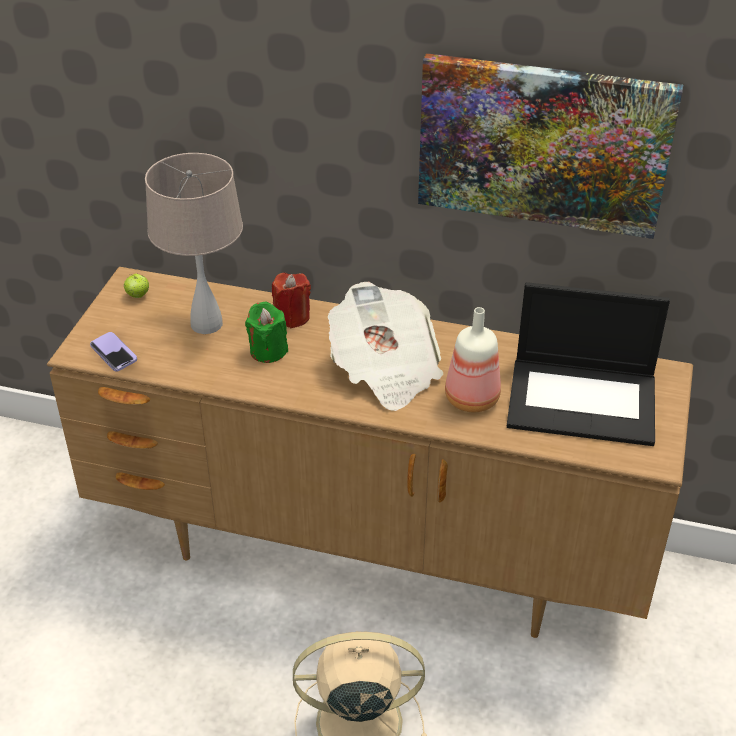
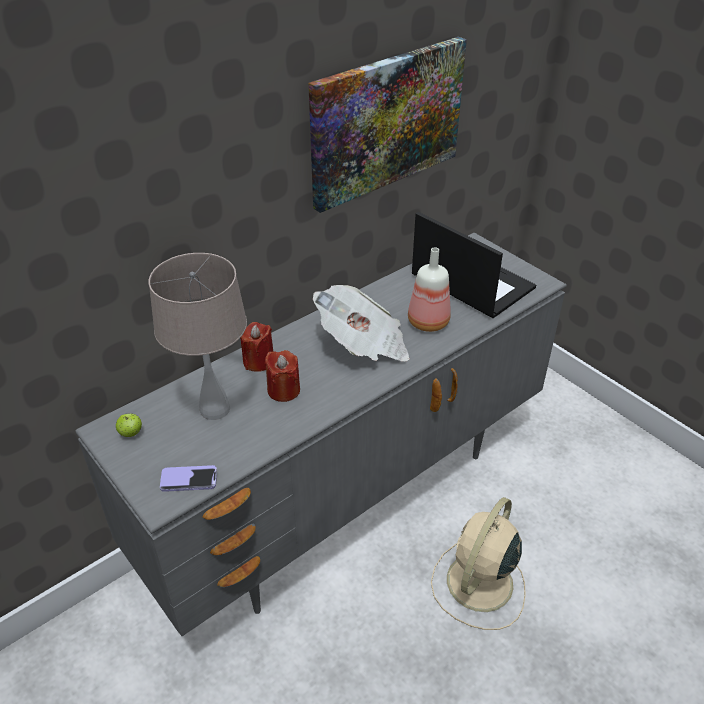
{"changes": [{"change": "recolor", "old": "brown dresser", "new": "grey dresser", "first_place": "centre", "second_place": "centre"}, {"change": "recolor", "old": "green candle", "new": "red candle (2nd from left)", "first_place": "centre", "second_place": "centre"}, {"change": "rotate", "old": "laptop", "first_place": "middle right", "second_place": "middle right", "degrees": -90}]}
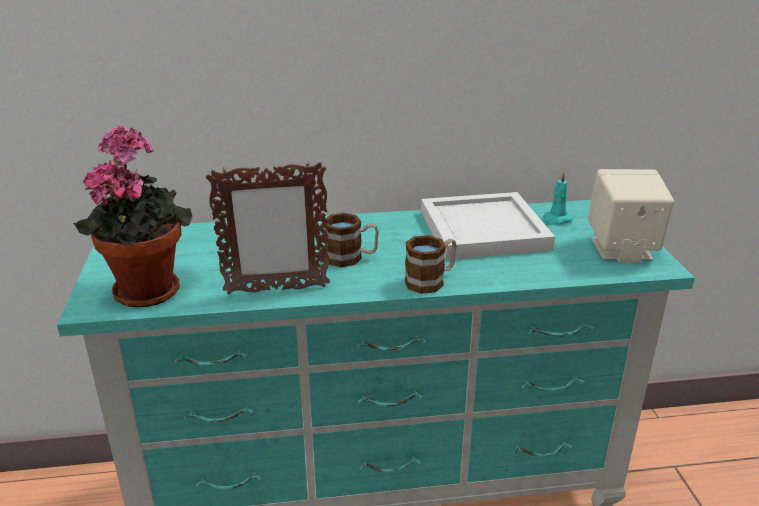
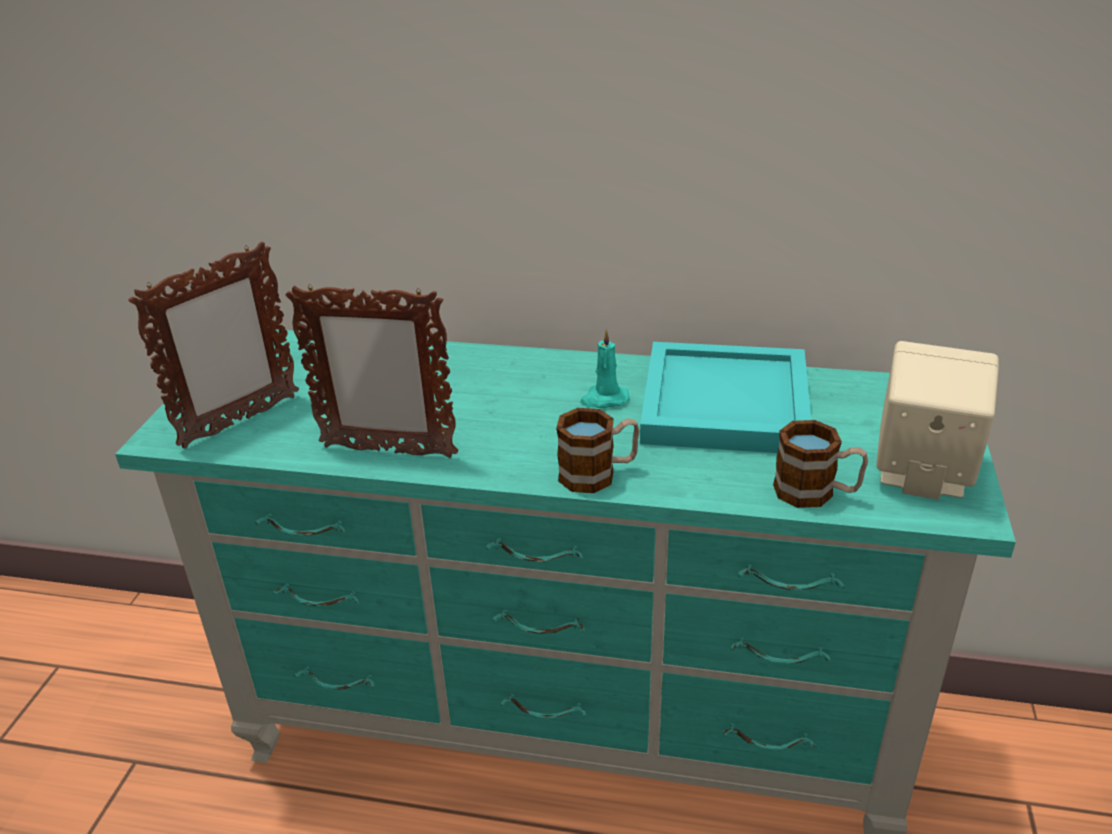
{"changes": [{"change": "replace", "old": "potted plant", "new": "picture frame (1st from left)", "first_place": "middle left", "second_place": "middle left"}, {"change": "move", "old": "turquoise candle", "first_place": "middle right", "second_place": "centre"}, {"change": "recolor", "old": "white tray", "new": "turquoise tray", "first_place": "centre", "second_place": "centre"}, {"change": "move", "old": "mug (1st from left in the first image)", "new": "mug (2nd from left)", "first_place": "centre", "second_place": "middle right"}]}
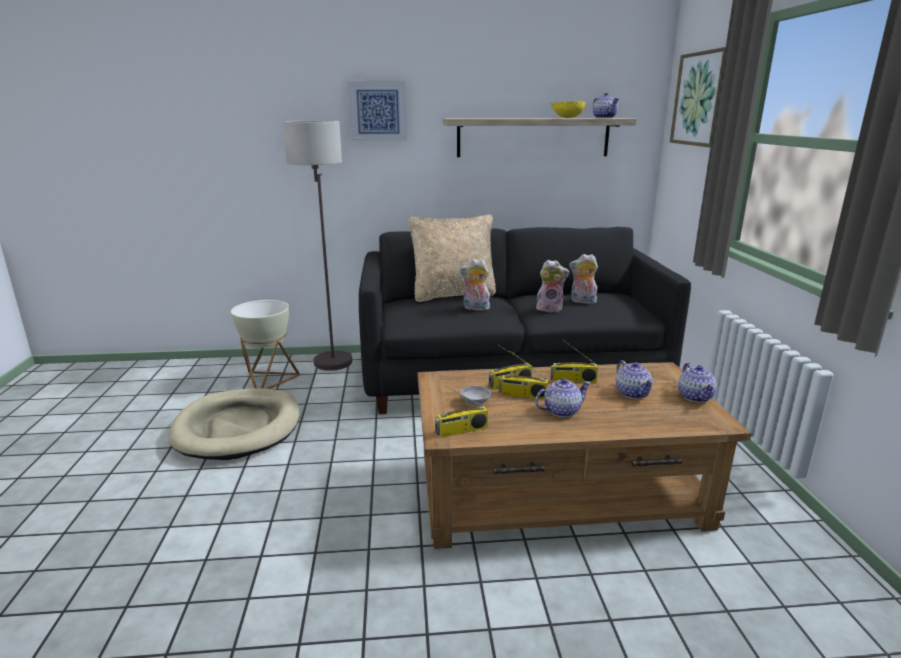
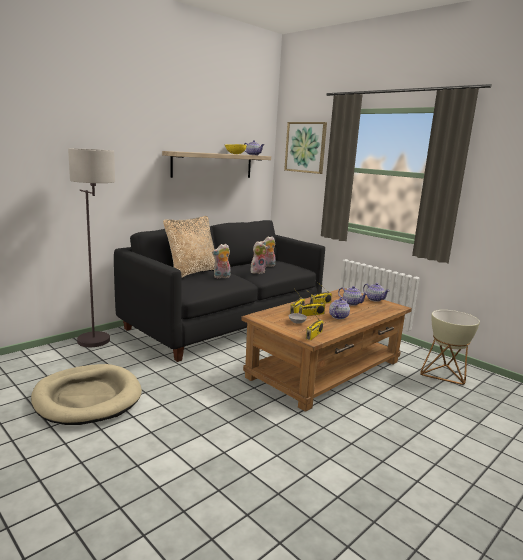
{"changes": [{"change": "move", "old": "planter", "first_place": "middle left", "second_place": "middle right"}, {"change": "delete", "old": "picture (1st from left)", "first_place": "top centre"}]}
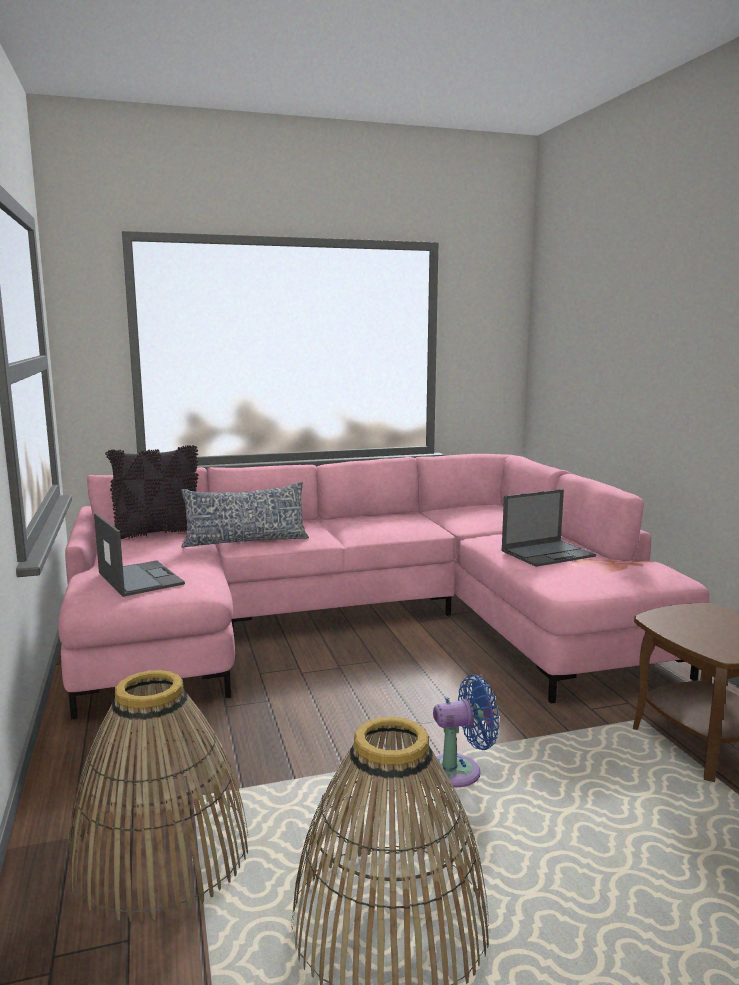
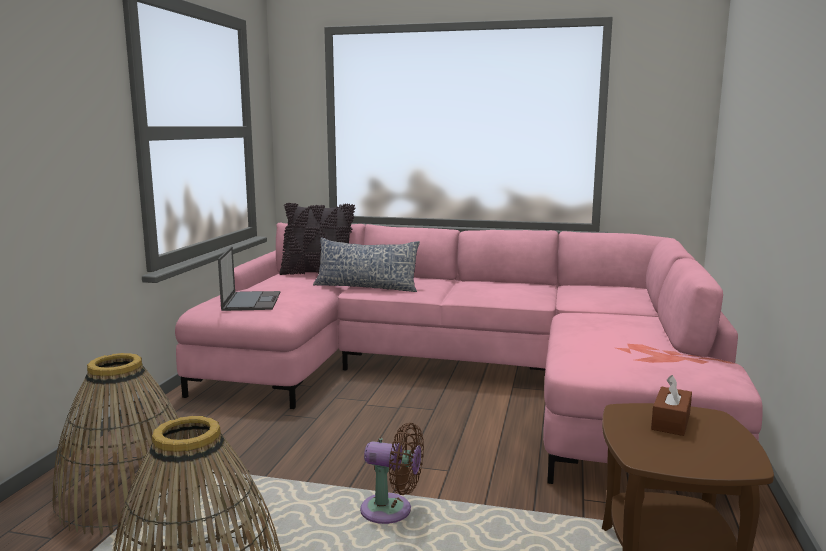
{"changes": [{"change": "recolor", "old": "blue fan", "new": "brown fan", "first_place": "bottom centre", "second_place": "bottom centre"}, {"change": "insert", "new": "brown tissue box", "second_place": "bottom right"}, {"change": "delete", "old": "laptop (2nd from left)", "first_place": "middle right"}]}
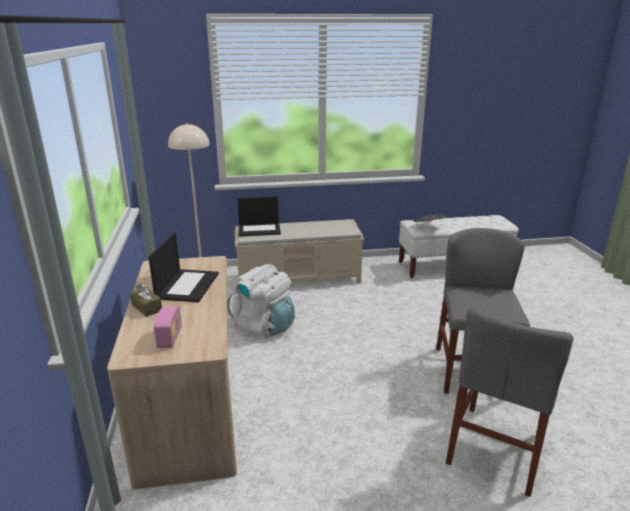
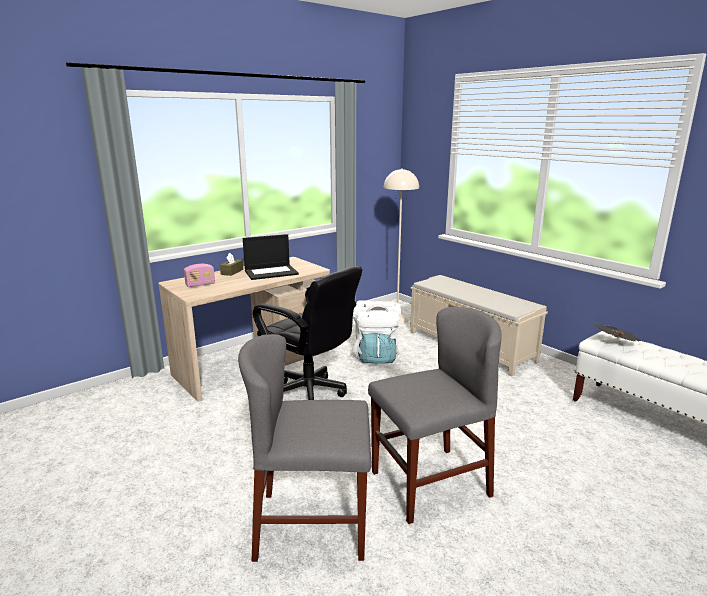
{"changes": [{"change": "insert", "new": "black office chair", "second_place": "centre"}, {"change": "delete", "old": "laptop (2nd from left)", "first_place": "centre"}]}
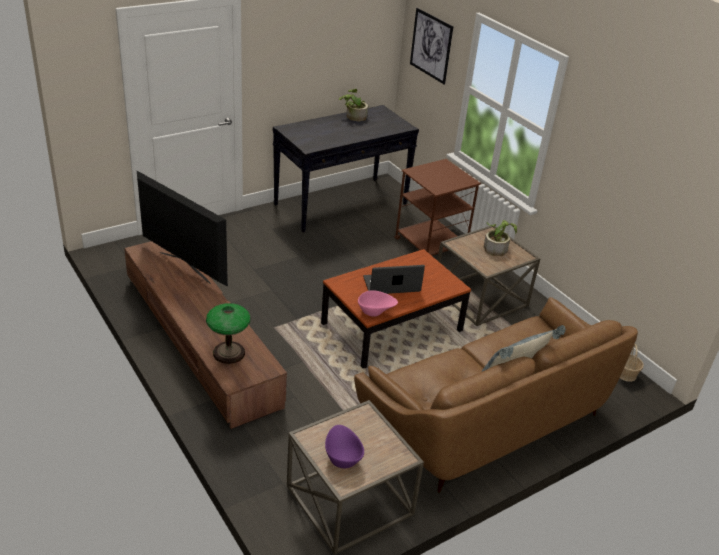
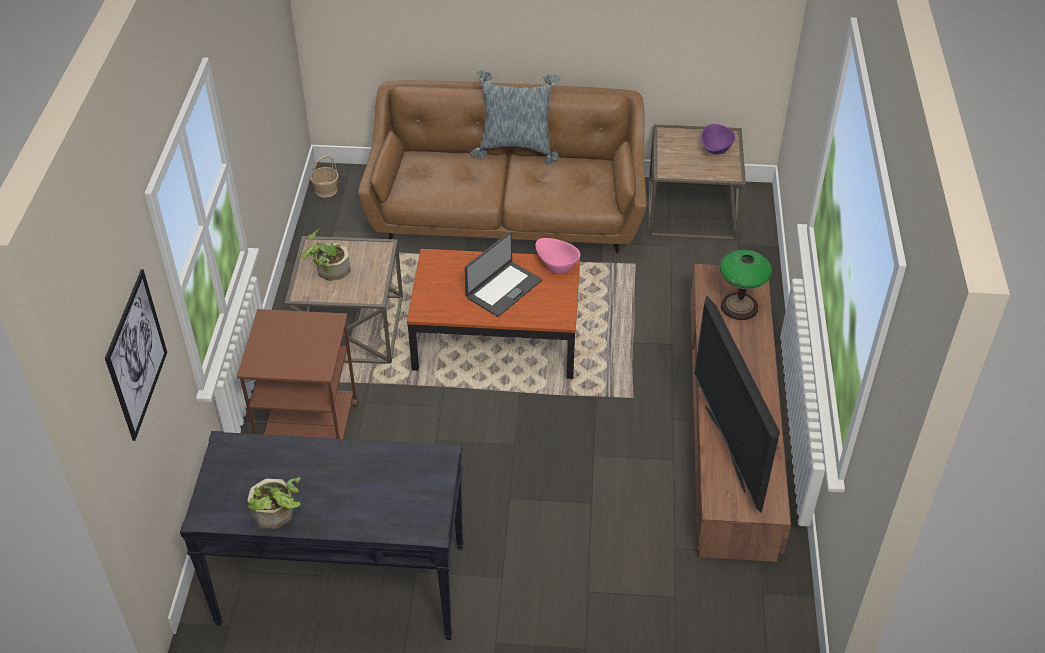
{"changes": [{"change": "rotate", "old": "laptop", "first_place": "centre", "second_place": "centre", "degrees": -75}]}
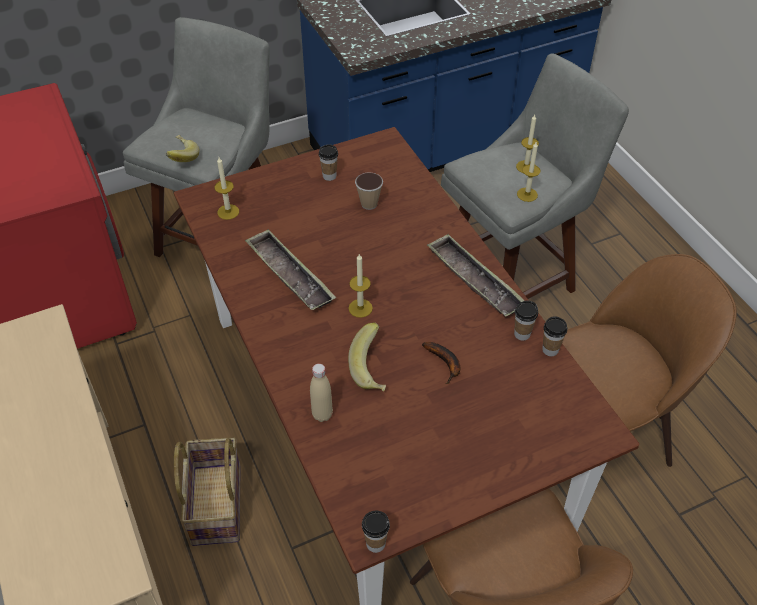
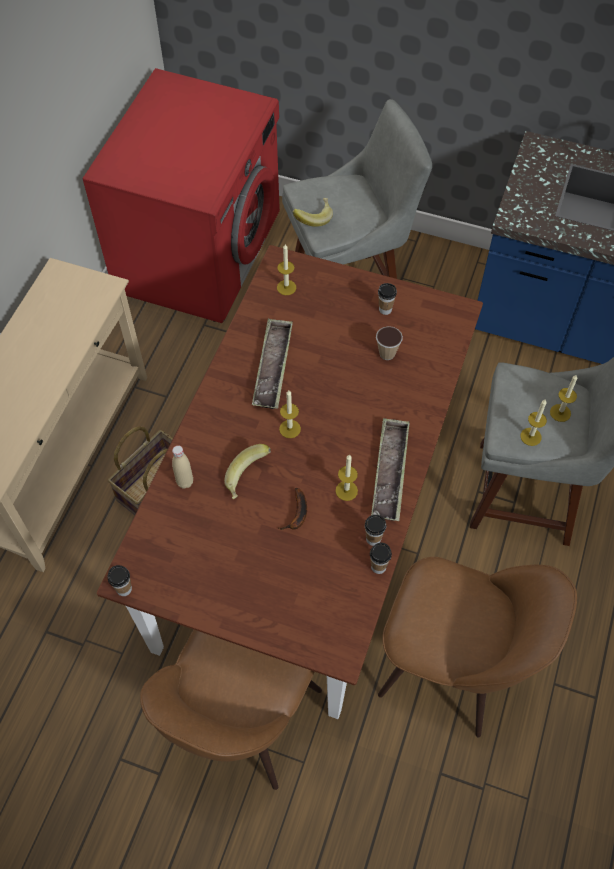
{"changes": [{"change": "insert", "new": "candle (3rd from left)", "second_place": "centre"}]}
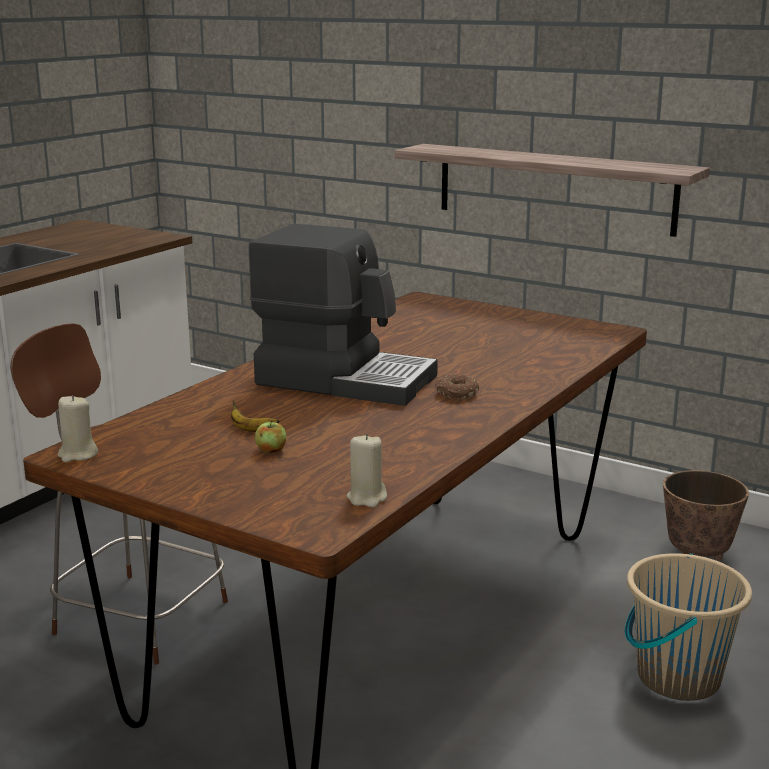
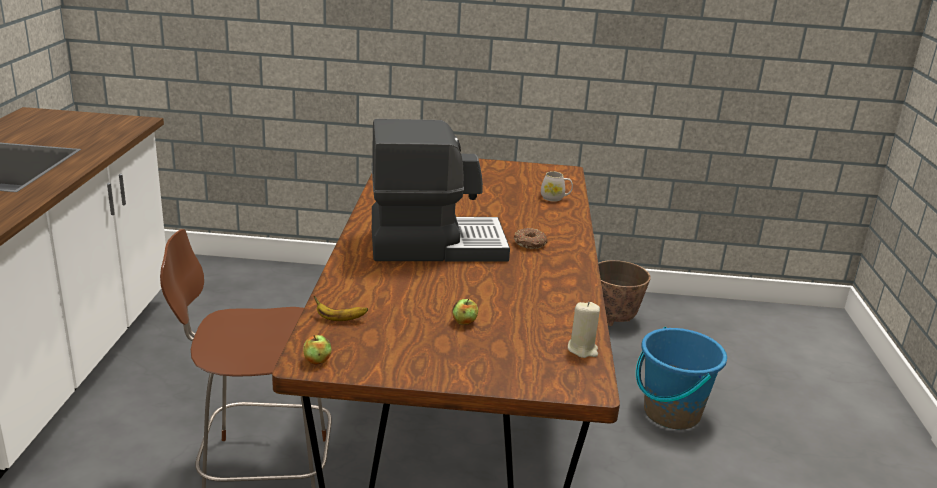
{"changes": [{"change": "replace", "old": "beige candle (1st from left)", "new": "apple (1st from left)", "first_place": "middle left", "second_place": "bottom centre"}, {"change": "move", "old": "banana", "first_place": "middle left", "second_place": "centre"}, {"change": "insert", "new": "white mug", "second_place": "centre"}, {"change": "recolor", "old": "beige bucket", "new": "blue bucket", "first_place": "bottom right", "second_place": "bottom right"}, {"change": "delete", "old": "shelf", "first_place": "top right"}]}
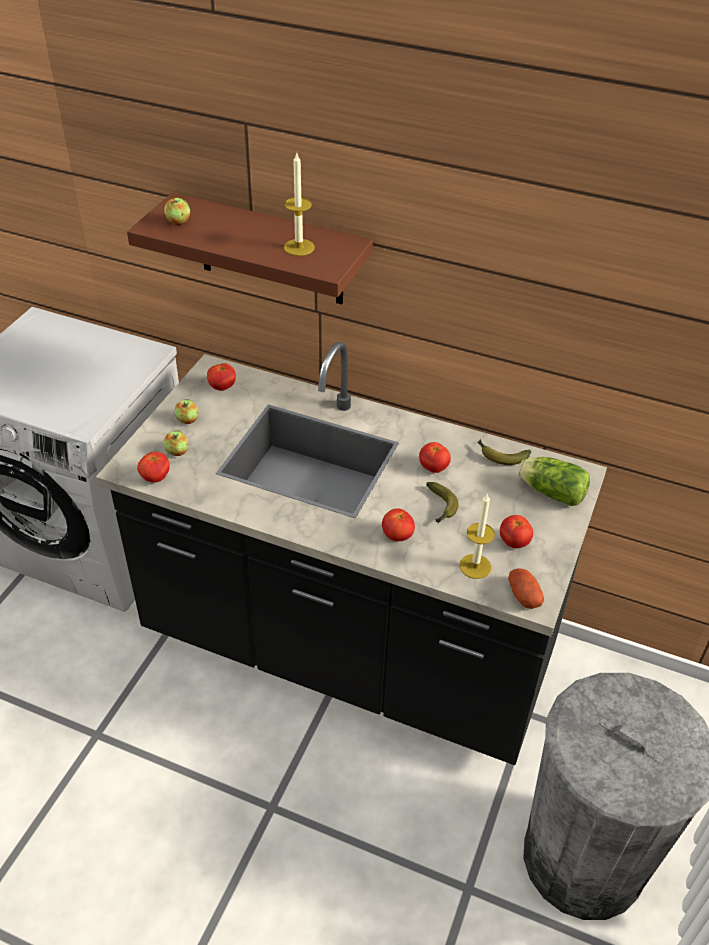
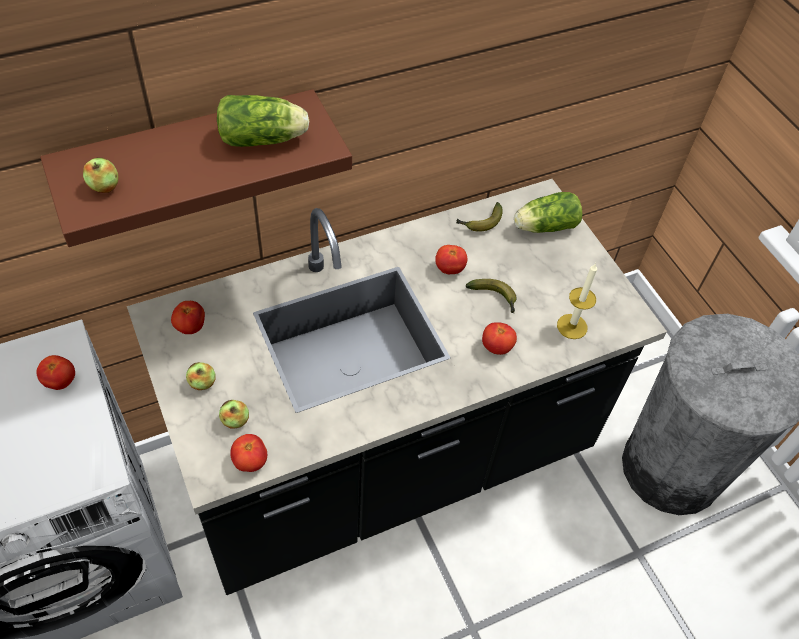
{"changes": [{"change": "move", "old": "tomato (5th from left in the first image)", "new": "tomato (1st from left)", "first_place": "middle right", "second_place": "middle left"}, {"change": "replace", "old": "candle (1st from left)", "new": "lettuce (1st from left)", "first_place": "top centre", "second_place": "top left"}, {"change": "delete", "old": "potato", "first_place": "middle right"}]}
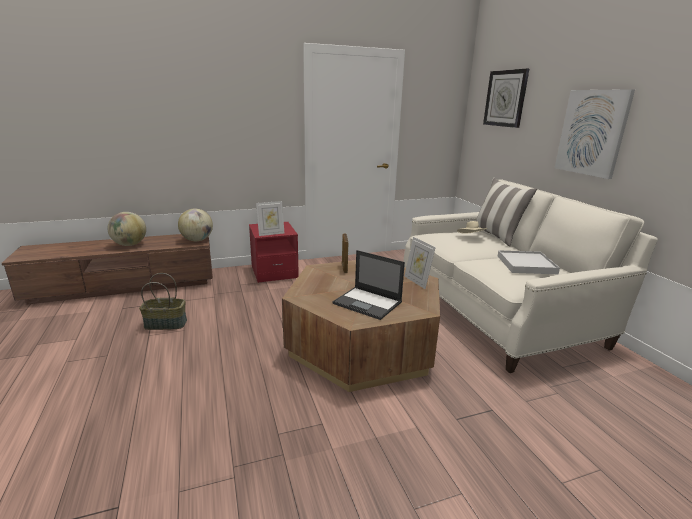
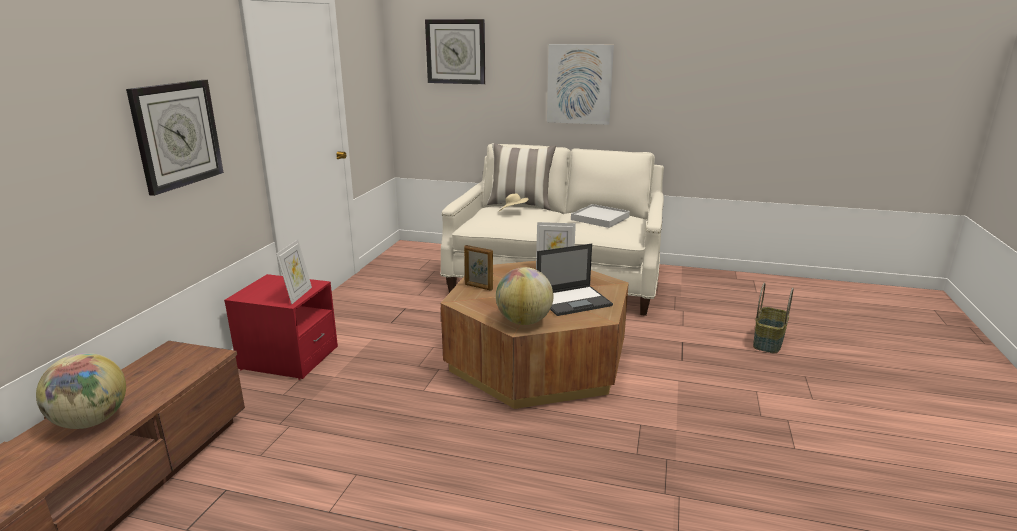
{"changes": [{"change": "insert", "new": "wall clock (1st from left)", "second_place": "top left"}, {"change": "move", "old": "globe (2nd from left)", "first_place": "middle left", "second_place": "centre"}, {"change": "move", "old": "basket", "first_place": "middle left", "second_place": "middle right"}]}
